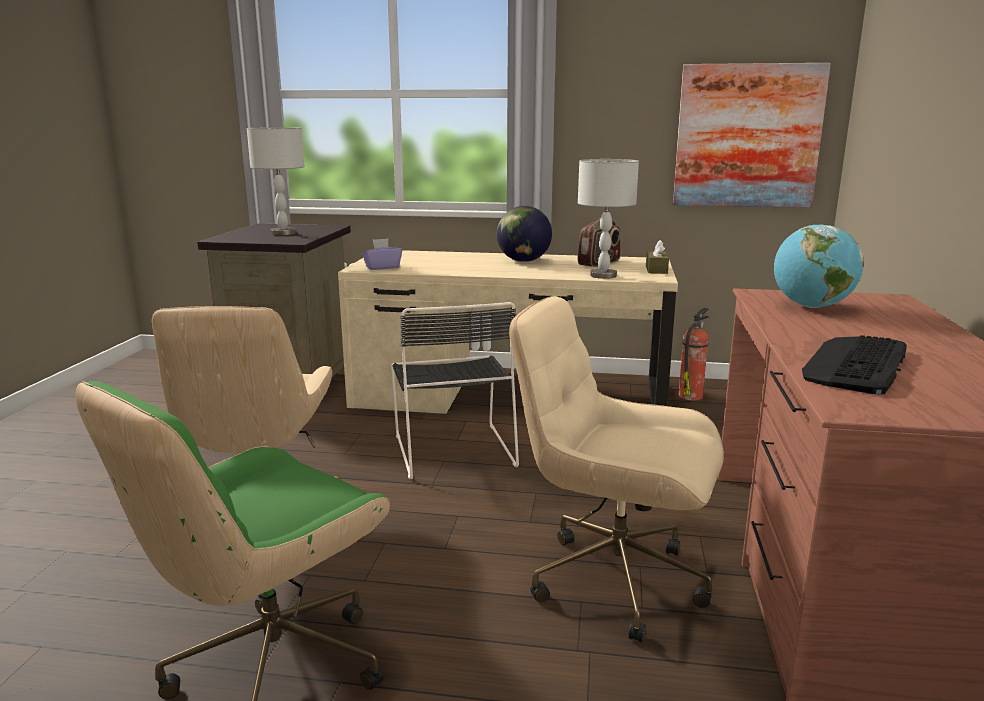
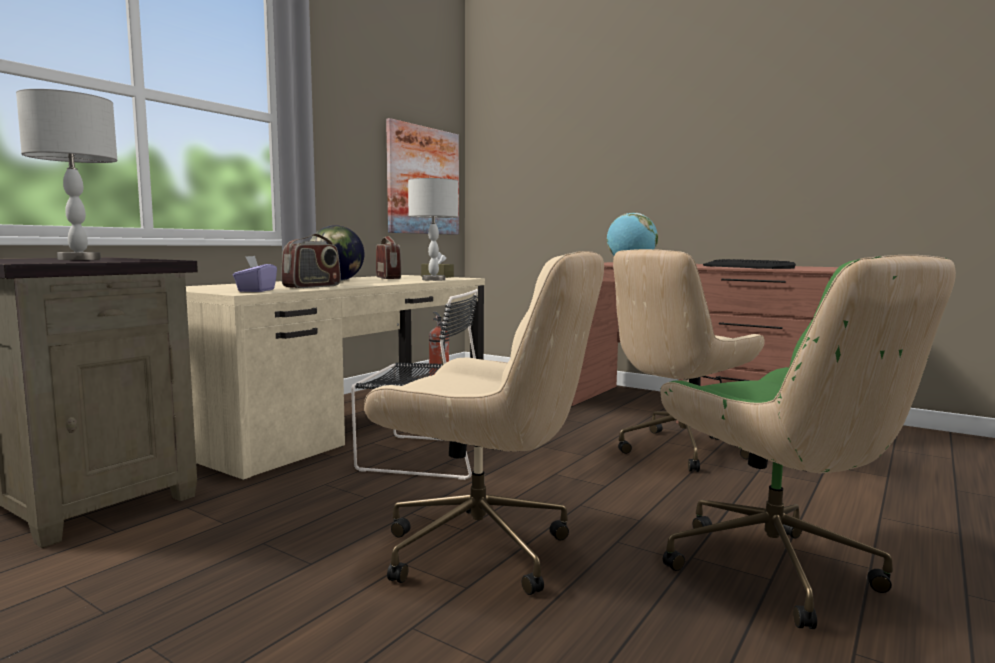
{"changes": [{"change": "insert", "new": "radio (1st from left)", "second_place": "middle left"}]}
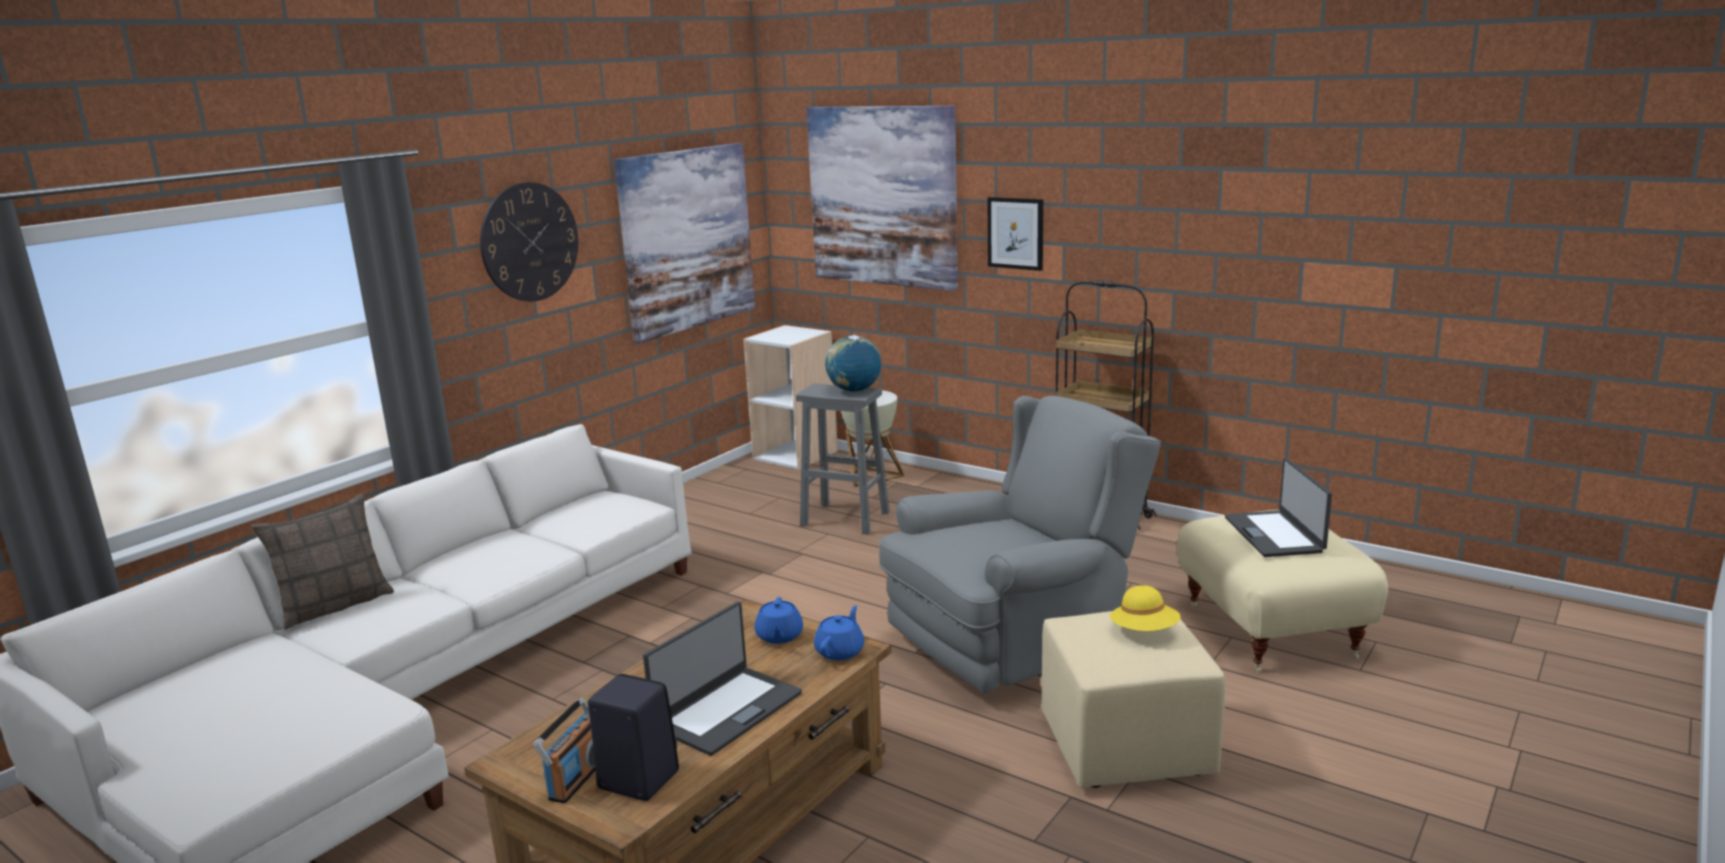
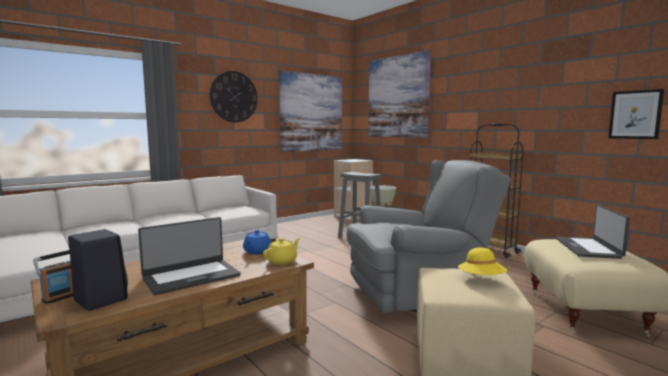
{"changes": [{"change": "recolor", "old": "blue teapot (2nd from left)", "new": "yellow teapot", "first_place": "bottom centre", "second_place": "bottom centre"}, {"change": "move", "old": "picture (3rd from left)", "first_place": "top centre", "second_place": "top right"}, {"change": "delete", "old": "pillow", "first_place": "middle left"}, {"change": "delete", "old": "globe", "first_place": "centre"}]}
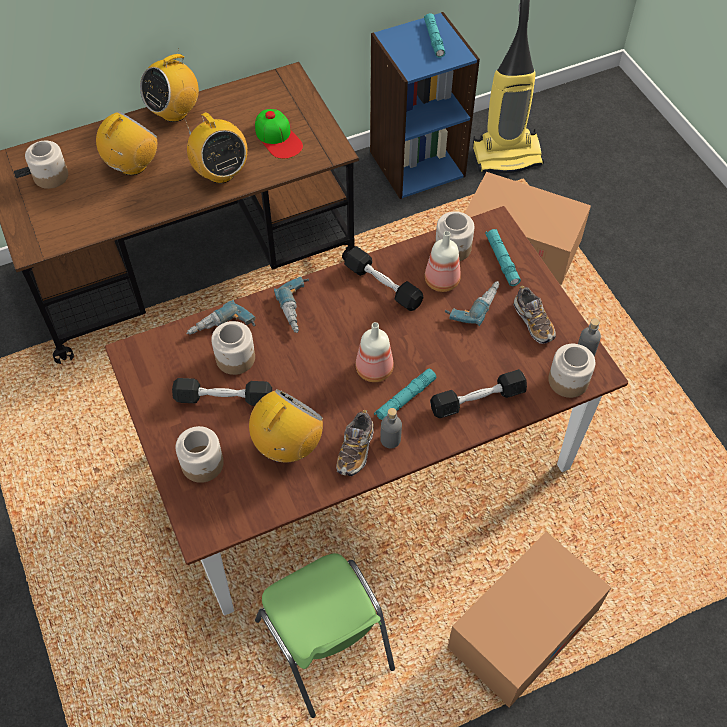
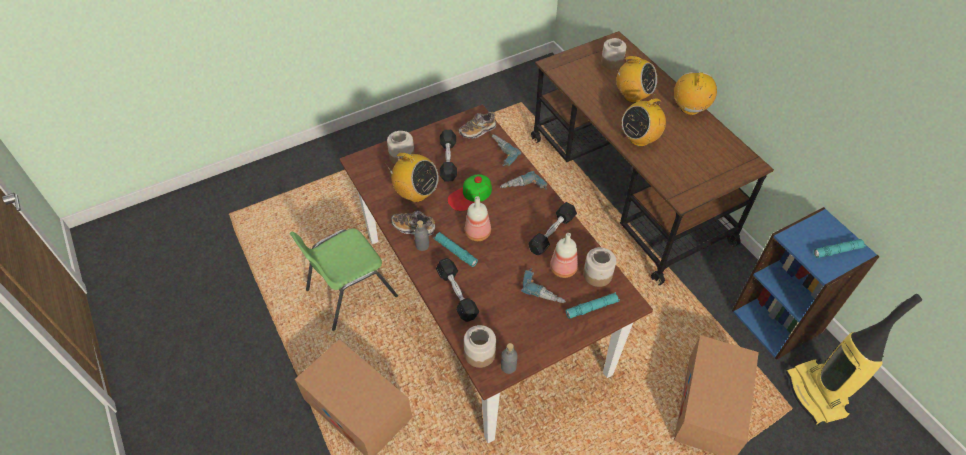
{"changes": [{"change": "move", "old": "cap", "first_place": "top centre", "second_place": "centre"}, {"change": "move", "old": "shoe (2nd from left)", "first_place": "middle right", "second_place": "top centre"}, {"change": "rotate", "old": "radio (2nd from left in the first image)", "first_place": "top left", "second_place": "top right", "degrees": 60}, {"change": "delete", "old": "jar (3rd from left)", "first_place": "middle left"}]}
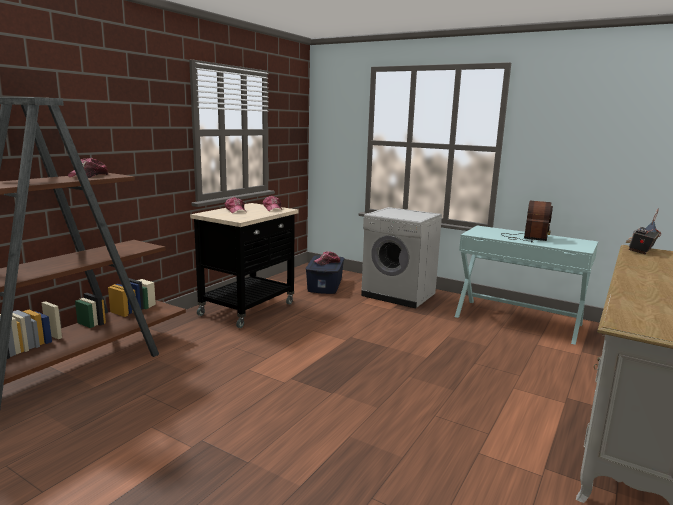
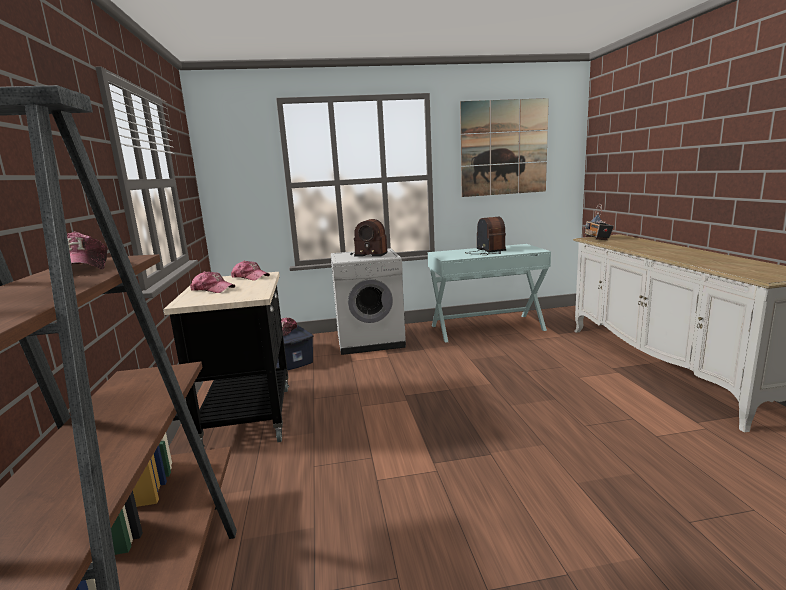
{"changes": [{"change": "insert", "new": "radio (1st from left)", "second_place": "centre"}, {"change": "insert", "new": "picture", "second_place": "top centre"}]}
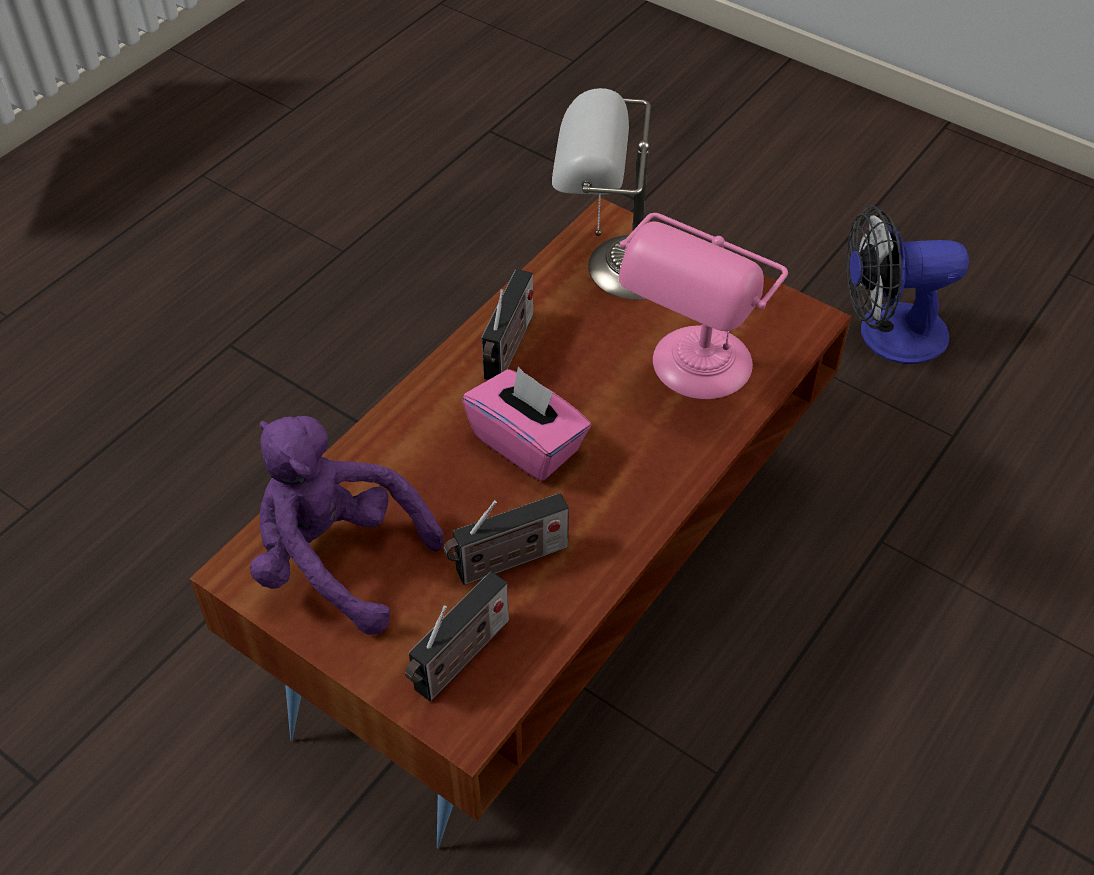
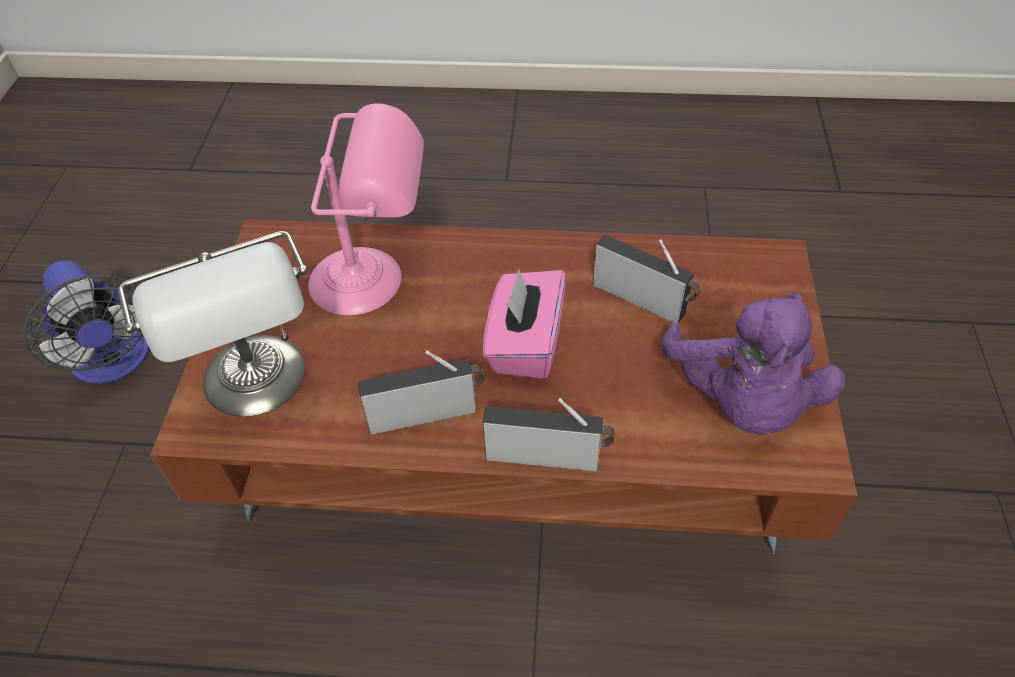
{"changes": [{"change": "move", "old": "radio (1st from left in the first image)", "new": "radio (2nd from left)", "first_place": "bottom centre", "second_place": "centre"}]}
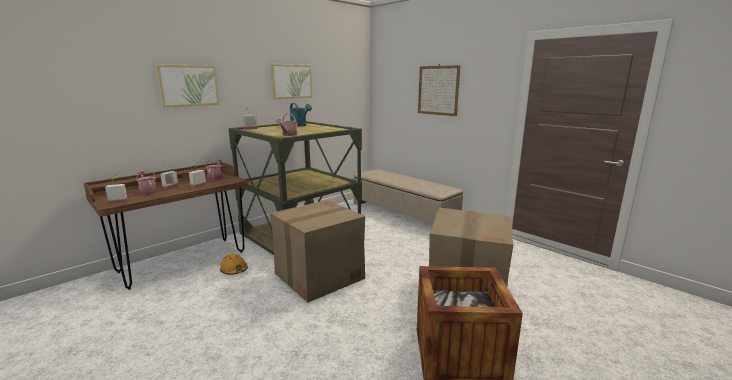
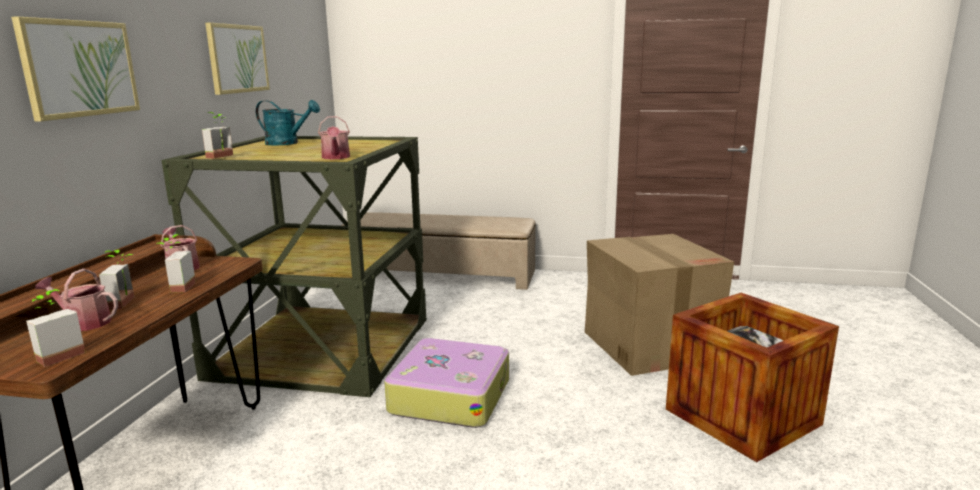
{"changes": [{"change": "replace", "old": "cardboard box (1st from left)", "new": "suitcase", "first_place": "centre", "second_place": "bottom centre"}, {"change": "delete", "old": "orange hard hat", "first_place": "bottom left"}, {"change": "delete", "old": "picture (3rd from left)", "first_place": "top centre"}]}
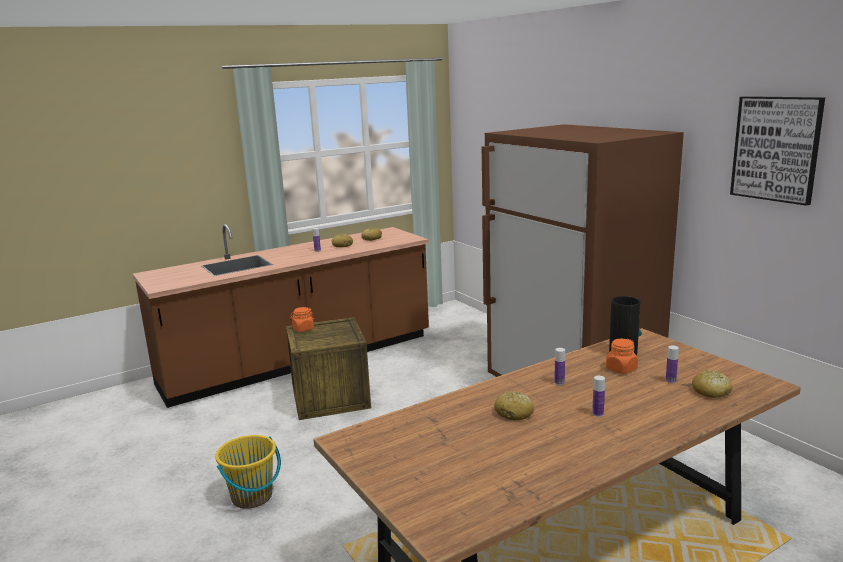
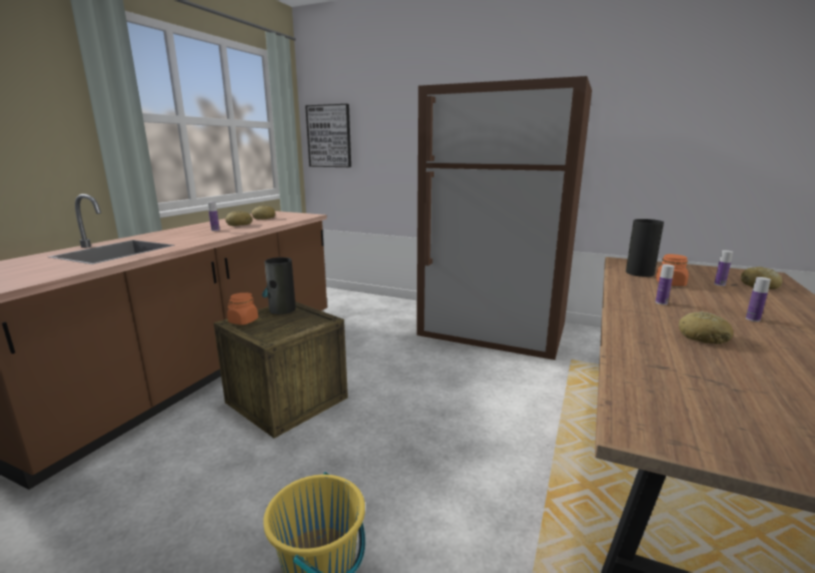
{"changes": [{"change": "insert", "new": "vase (1st from left)", "second_place": "centre"}, {"change": "move", "old": "picture", "first_place": "top right", "second_place": "top centre"}]}
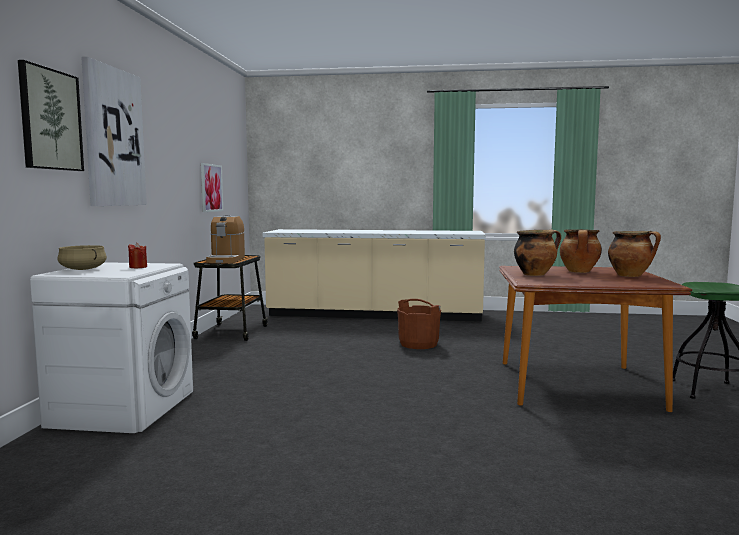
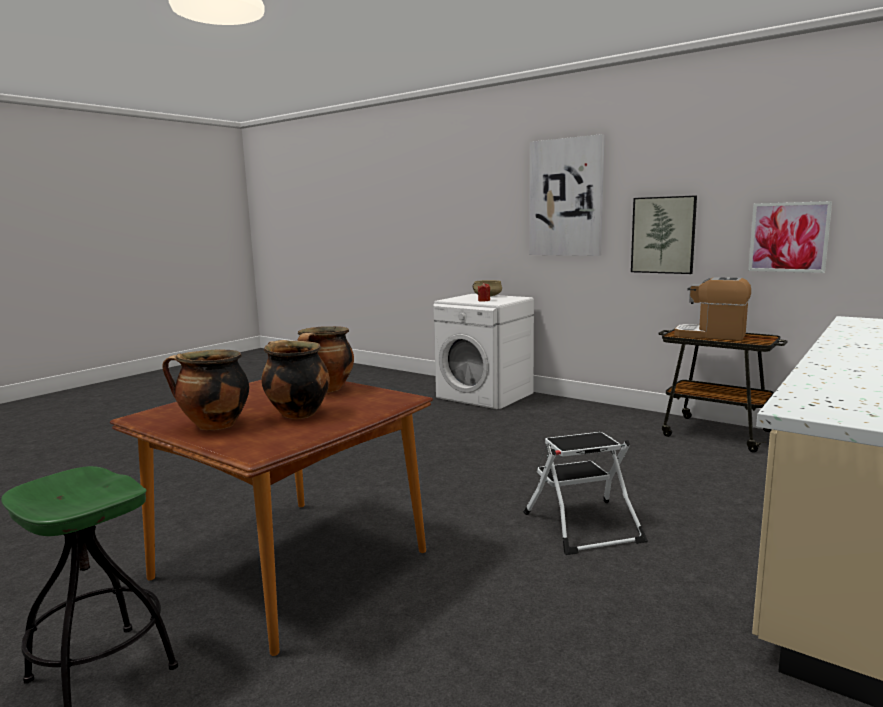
{"changes": [{"change": "replace", "old": "brown bucket", "new": "step ladder", "first_place": "centre", "second_place": "bottom centre"}, {"change": "move", "old": "picture (1st from left in the first image)", "new": "picture (2nd from left)", "first_place": "top left", "second_place": "top right"}]}
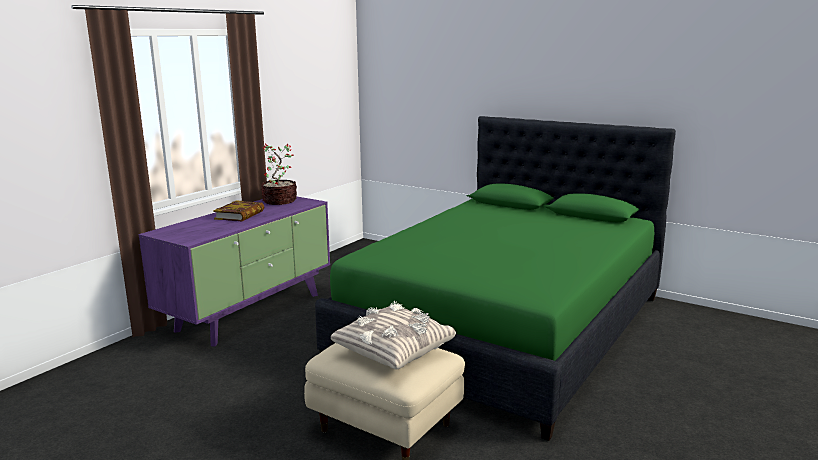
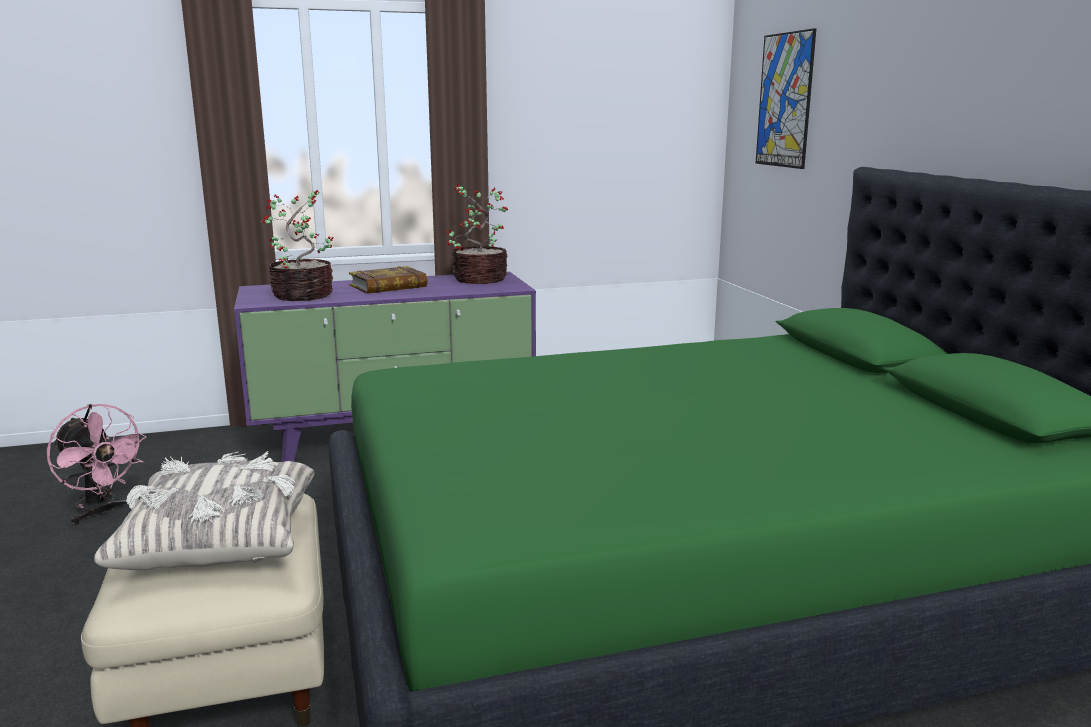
{"changes": [{"change": "insert", "new": "pink fan", "second_place": "middle left"}, {"change": "insert", "new": "potted plant (1st from left)", "second_place": "middle left"}, {"change": "insert", "new": "picture", "second_place": "top right"}]}
